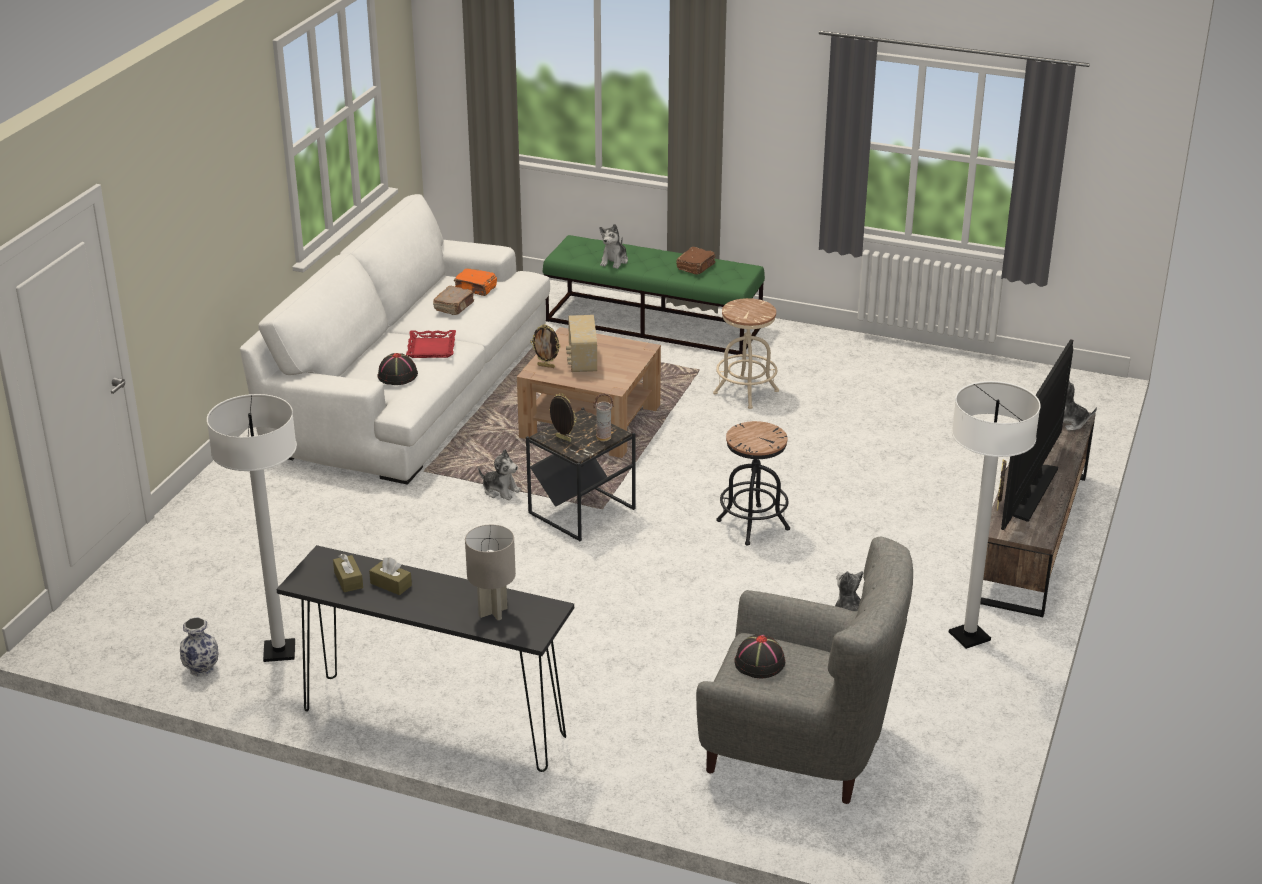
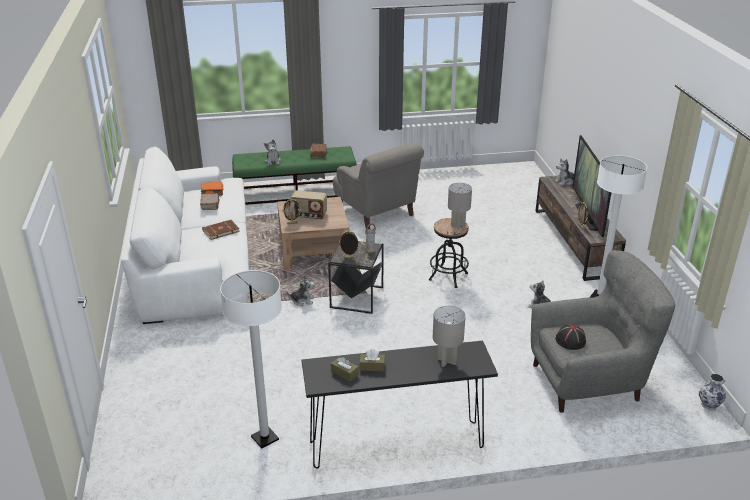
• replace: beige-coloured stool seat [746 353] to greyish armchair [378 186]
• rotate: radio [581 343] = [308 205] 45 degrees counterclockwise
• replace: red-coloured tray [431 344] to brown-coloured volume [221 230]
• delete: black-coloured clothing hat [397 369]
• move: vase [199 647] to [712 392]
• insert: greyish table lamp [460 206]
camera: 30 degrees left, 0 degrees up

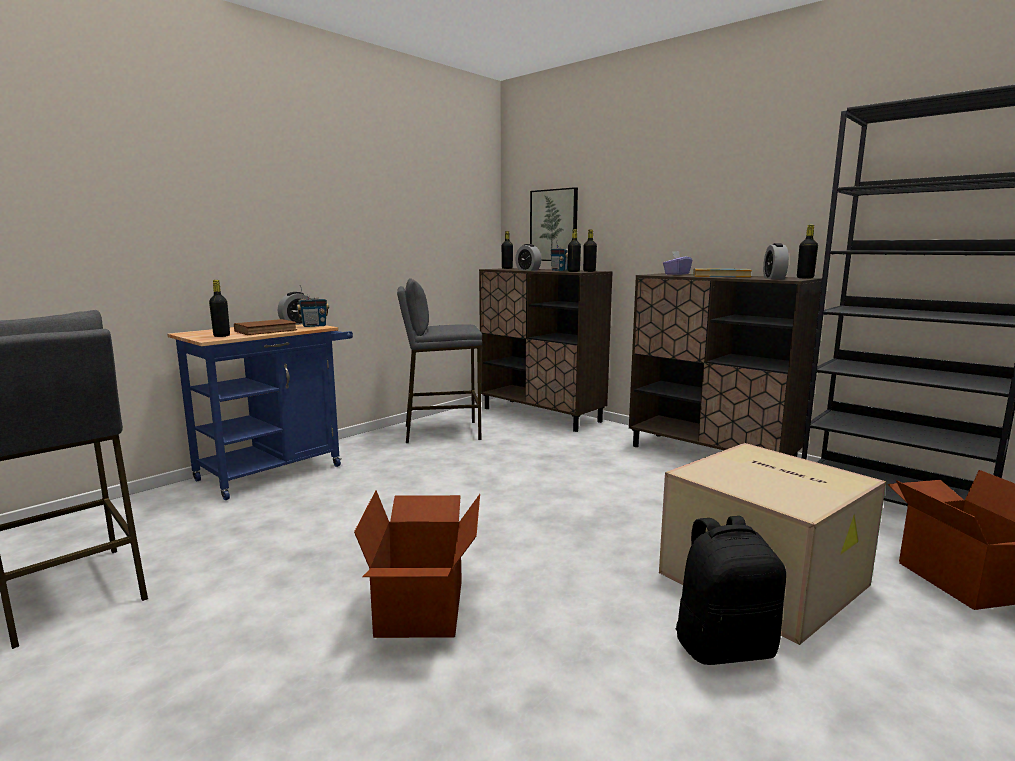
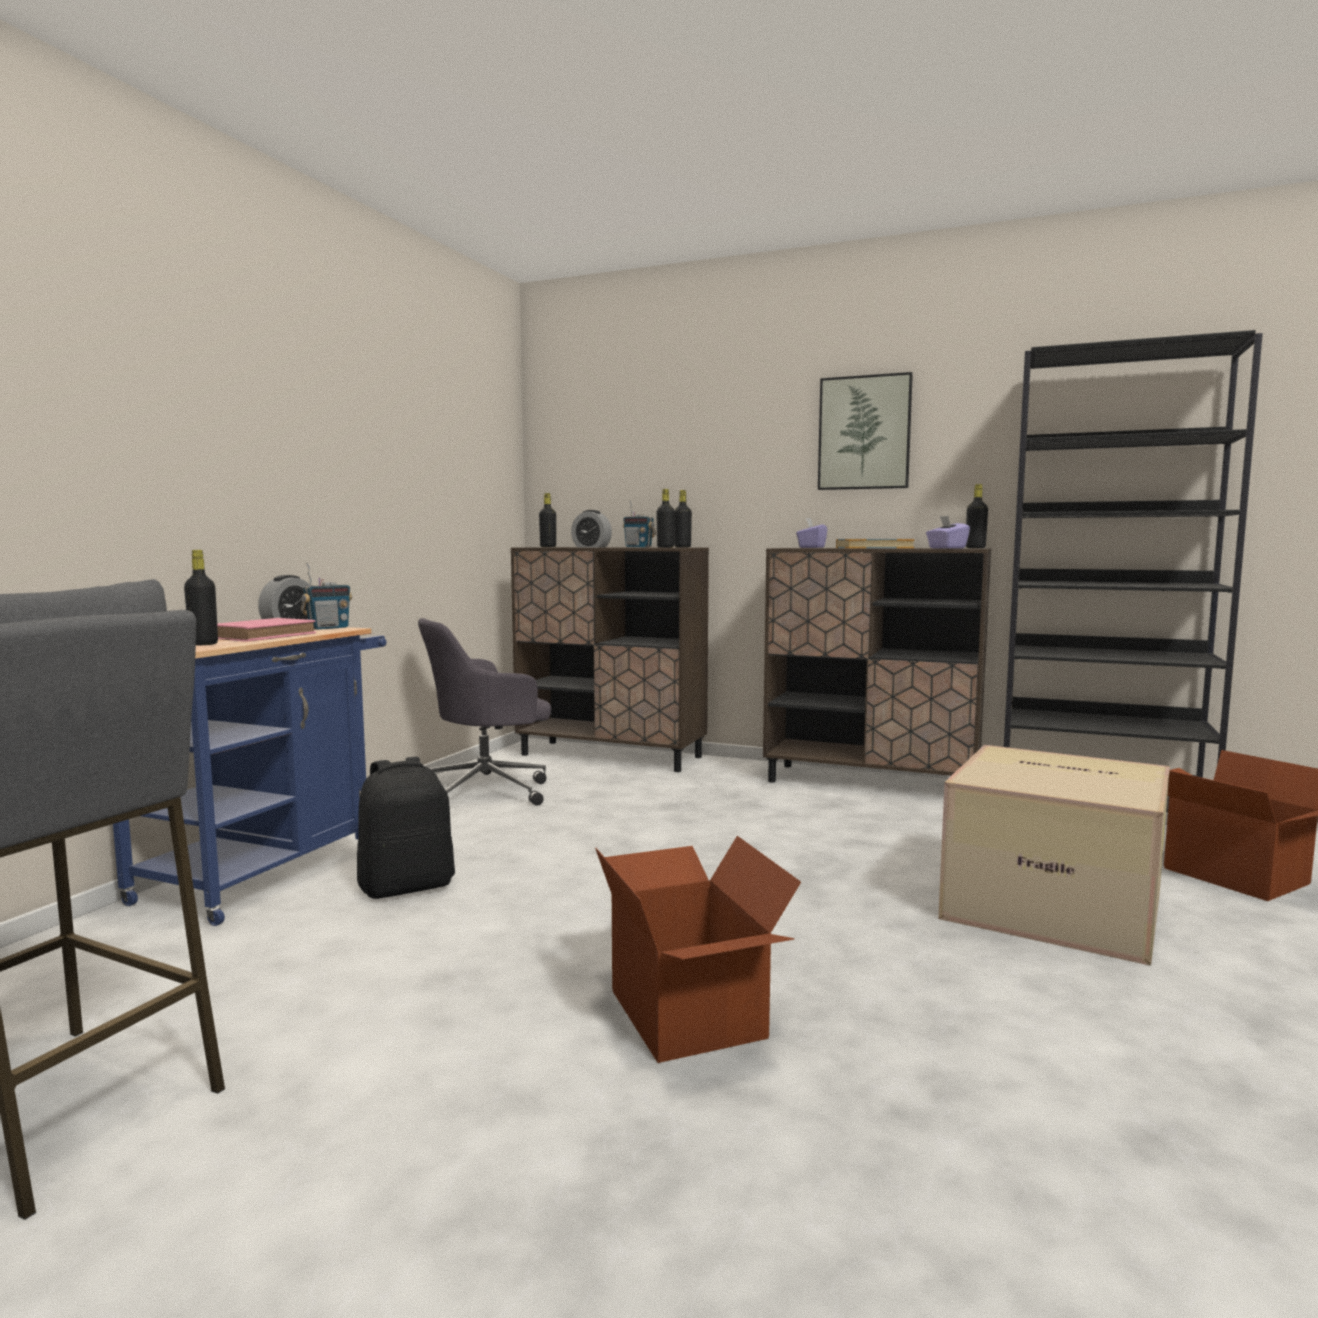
• move: wall picture [554 224] to [865 431]
• replace: table clock [776 261] to purple-coloured box of tissues [948 532]
• replace: greyish stool seat [439 360] to greyish desk chair [484 712]
• recolor: brown-coloured volume [265 327] to pink volume [266 630]
• move: black-coloured knapsack [731 590] to [406 828]
camera: 20 degrees left, 5 degrees down

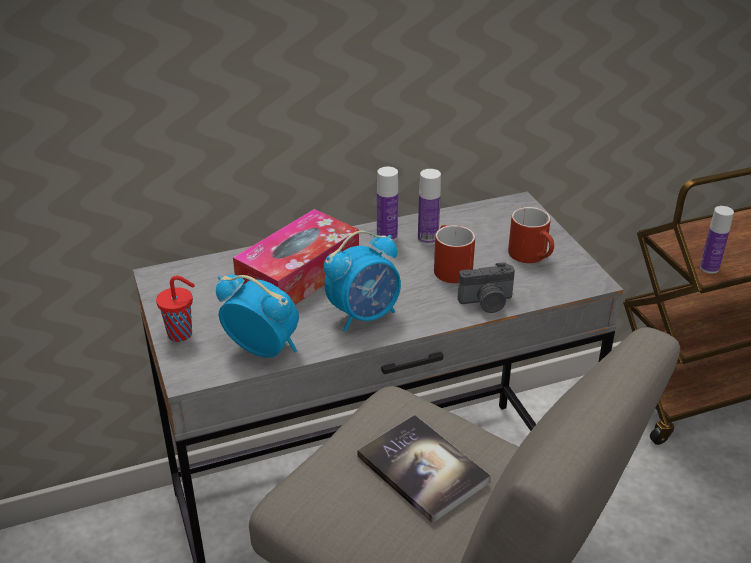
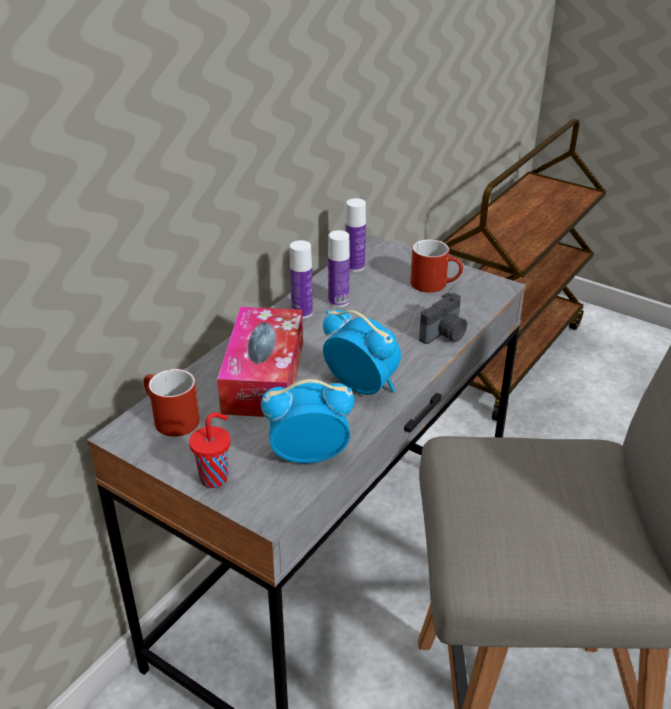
• move: beverage bottle [717 240] to [356 235]
• move: red-coloured tea mug [454 254] to [171 403]
• rotate: table clock [362 281] = [362 352] 75 degrees counterclockwise
• delete: volume [424 469]
camera: 35 degrees left, 0 degrees up

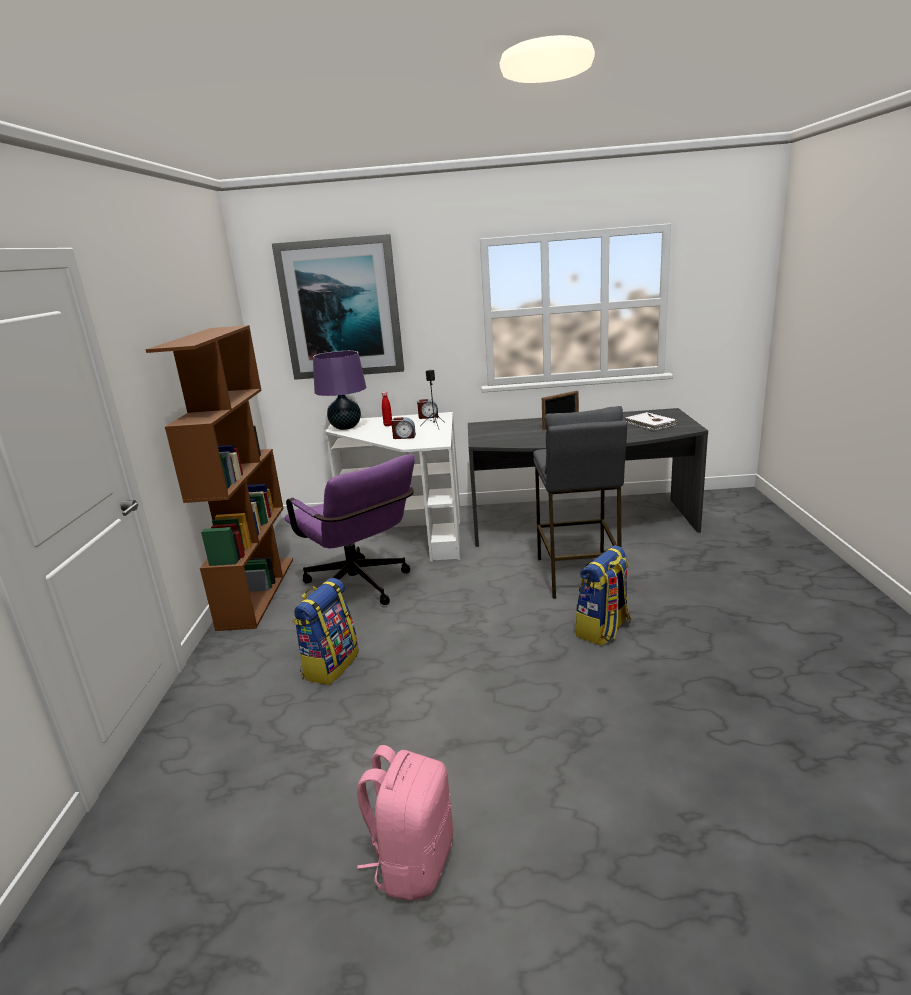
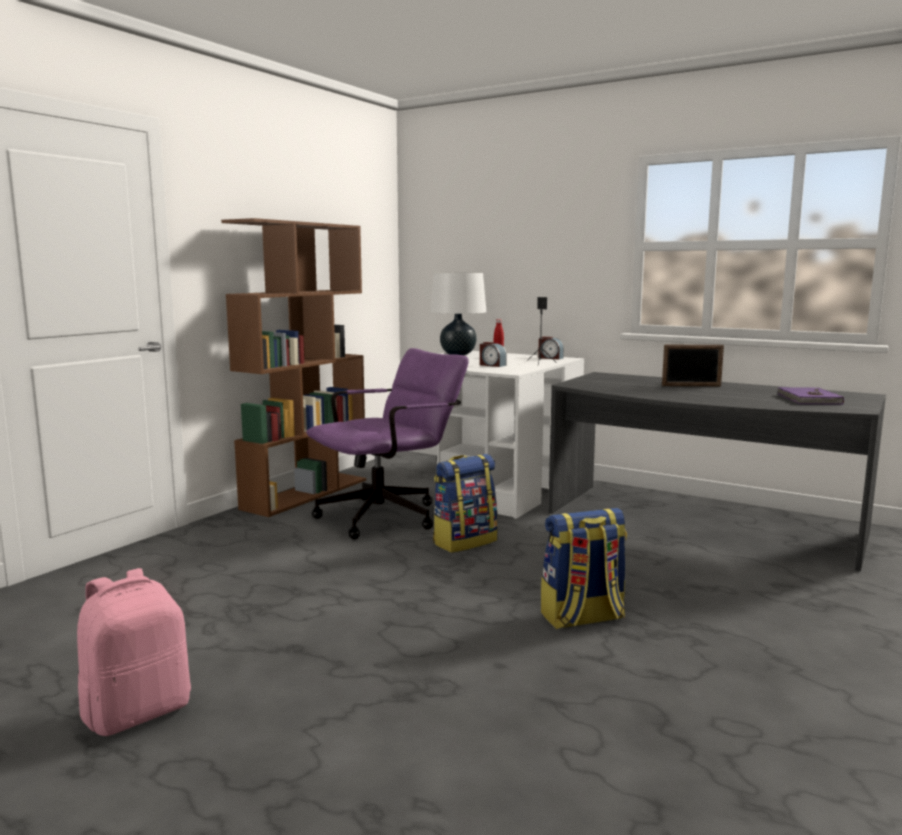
• delete: wall picture [338 307]
• recolor: purple-coloured table lamp [339 390] to white-coloured table lamp [458 314]
• delete: greyish stool seat [580 502]
• recolor: white-coloured volume [651 421] to purple-coloured volume [811 396]
• rotate: purple-coloured desk chair [349 529] = [387 443] 120 degrees counterclockwise
• move: knapsack [326 631] to [465 503]
camera: 30 degrees right, 10 degrees down

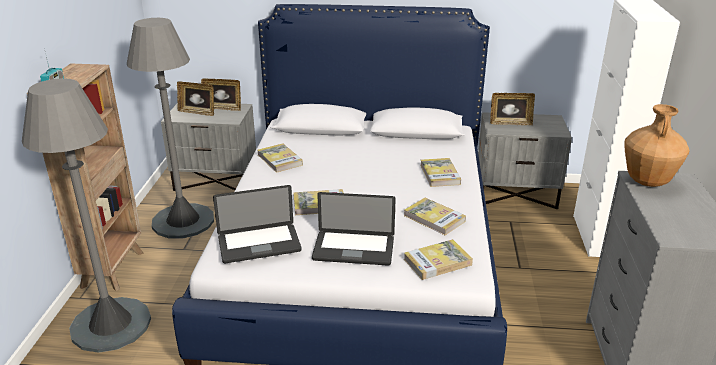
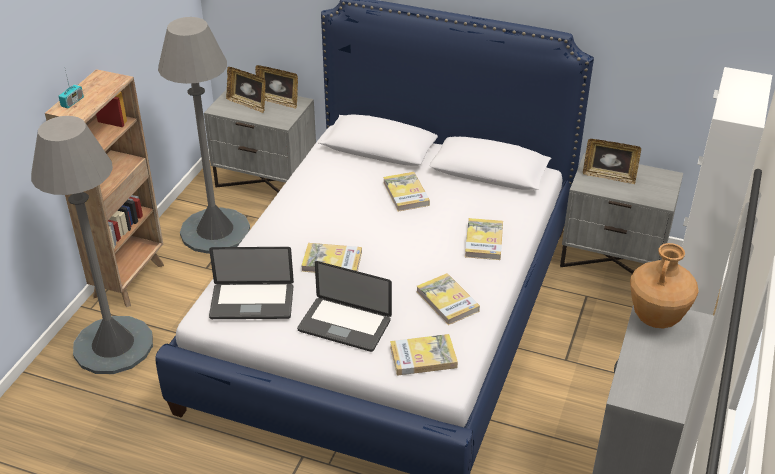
• move: volume [280 158] to [406 192]
camera: 15 degrees right, 10 degrees up

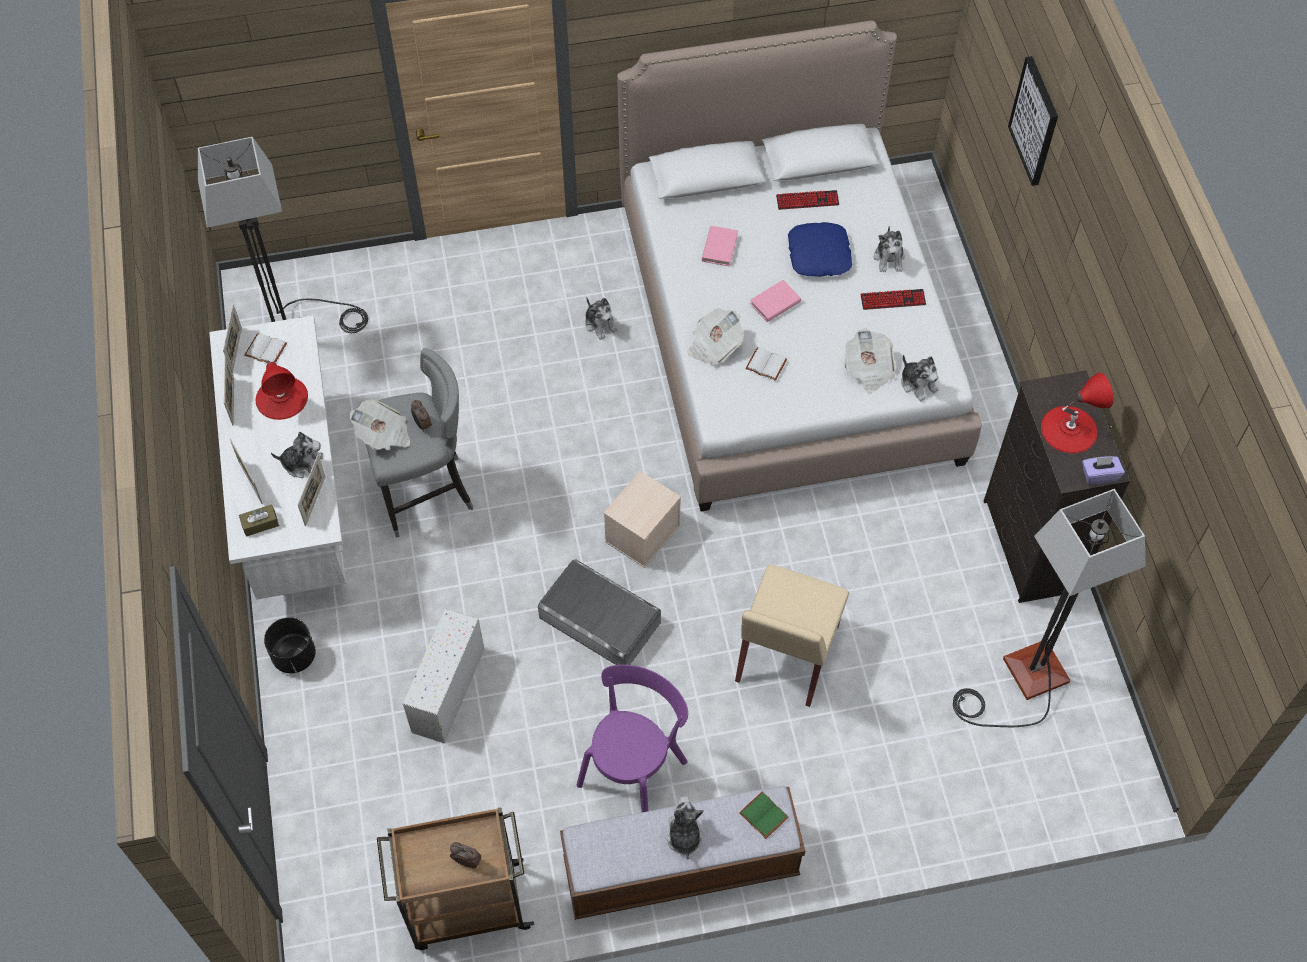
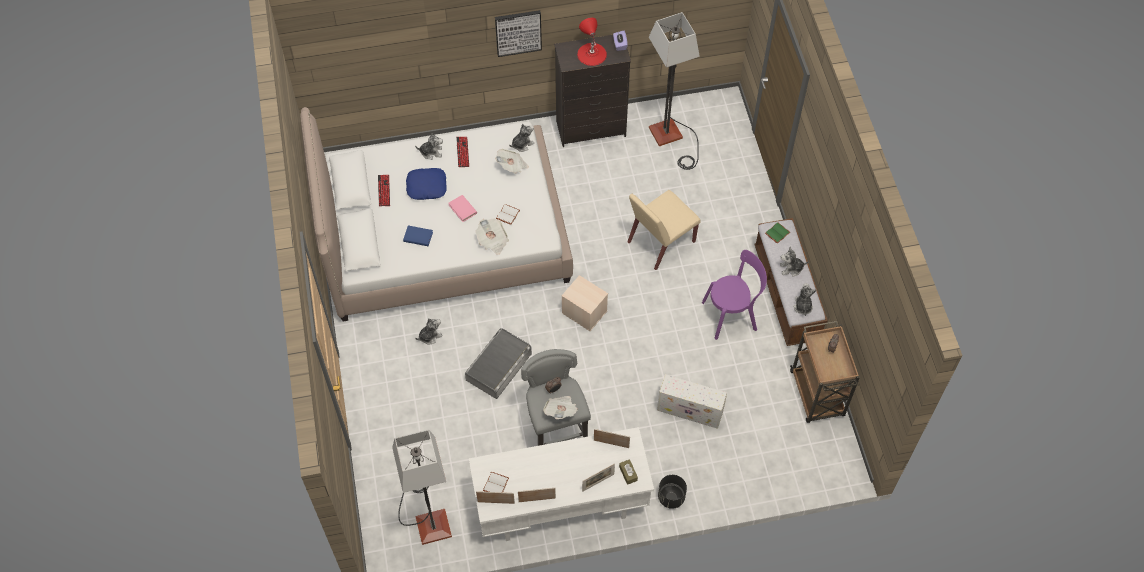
• move: wall picture [1033 121] to [518 33]
• recolor: pink volume [720 246] to bluish volume [418 235]
• delete: red-coloured table lamp [282 391]
• move: plush toy [297 455] to [805 299]
• move: greyish storage box [599 612] to [498 363]
• rotate: beige-coloured plain chair [792 636] = [664 230] 120 degrees clockwise
• rotate: purple-coloured plain chair [632 738] = [734 295] 135 degrees clockwise
camera: 90 degrees left, 0 degrees up

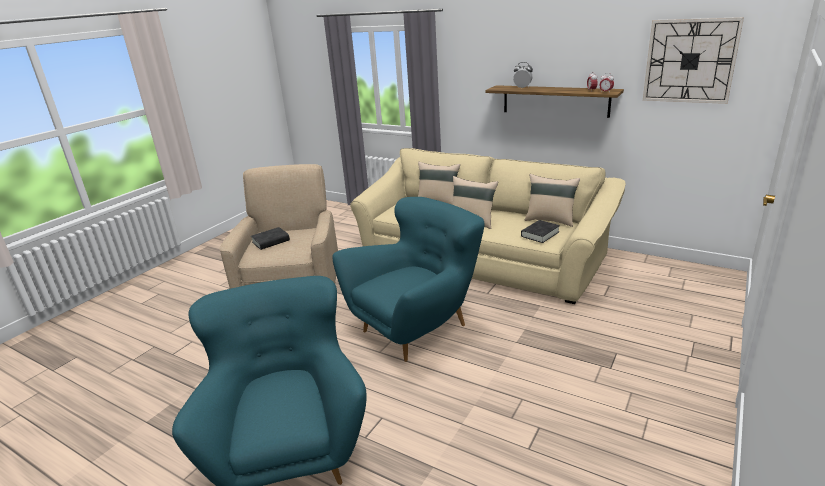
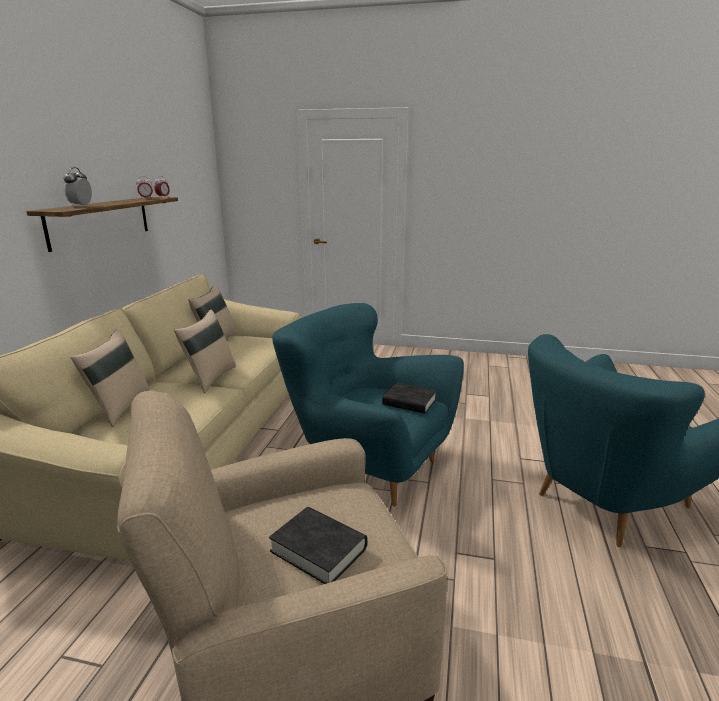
• delete: clock on the wall [693 60]
• move: black-coloured volume [540 231] to [409 398]
camera: 110 degrees left, 5 degrees down

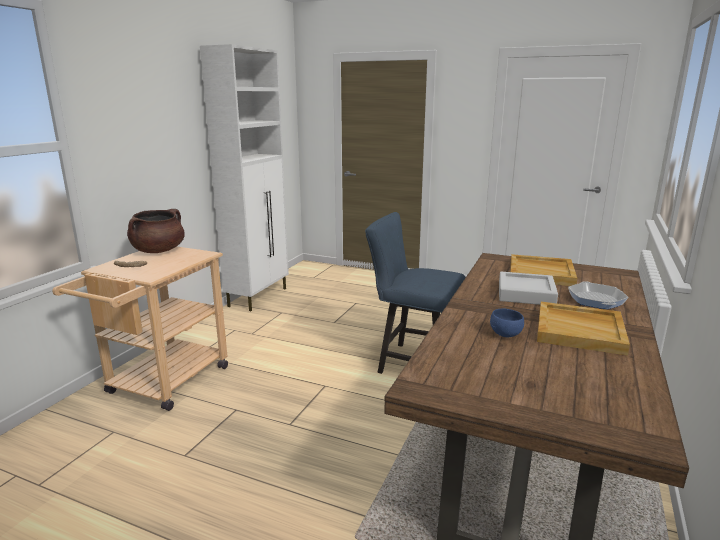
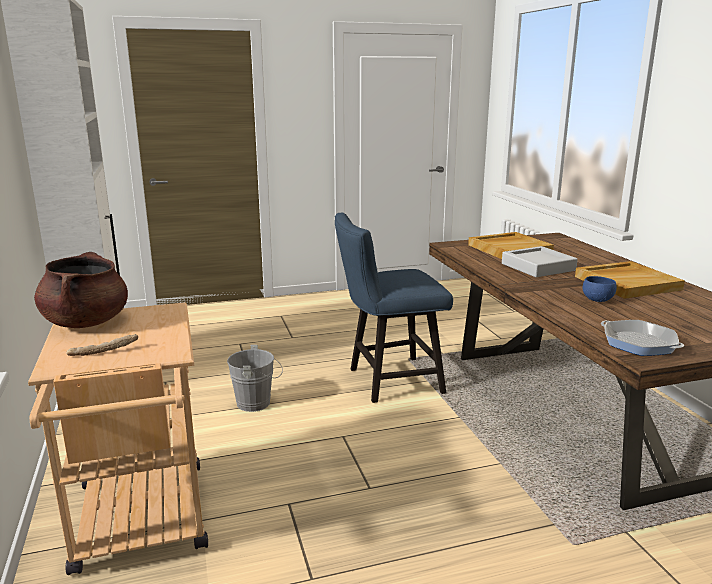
• move: pan [598 295] to [642 338]
• insert: greyish water bucket [255 378]
camera: 40 degrees left, 0 degrees up

